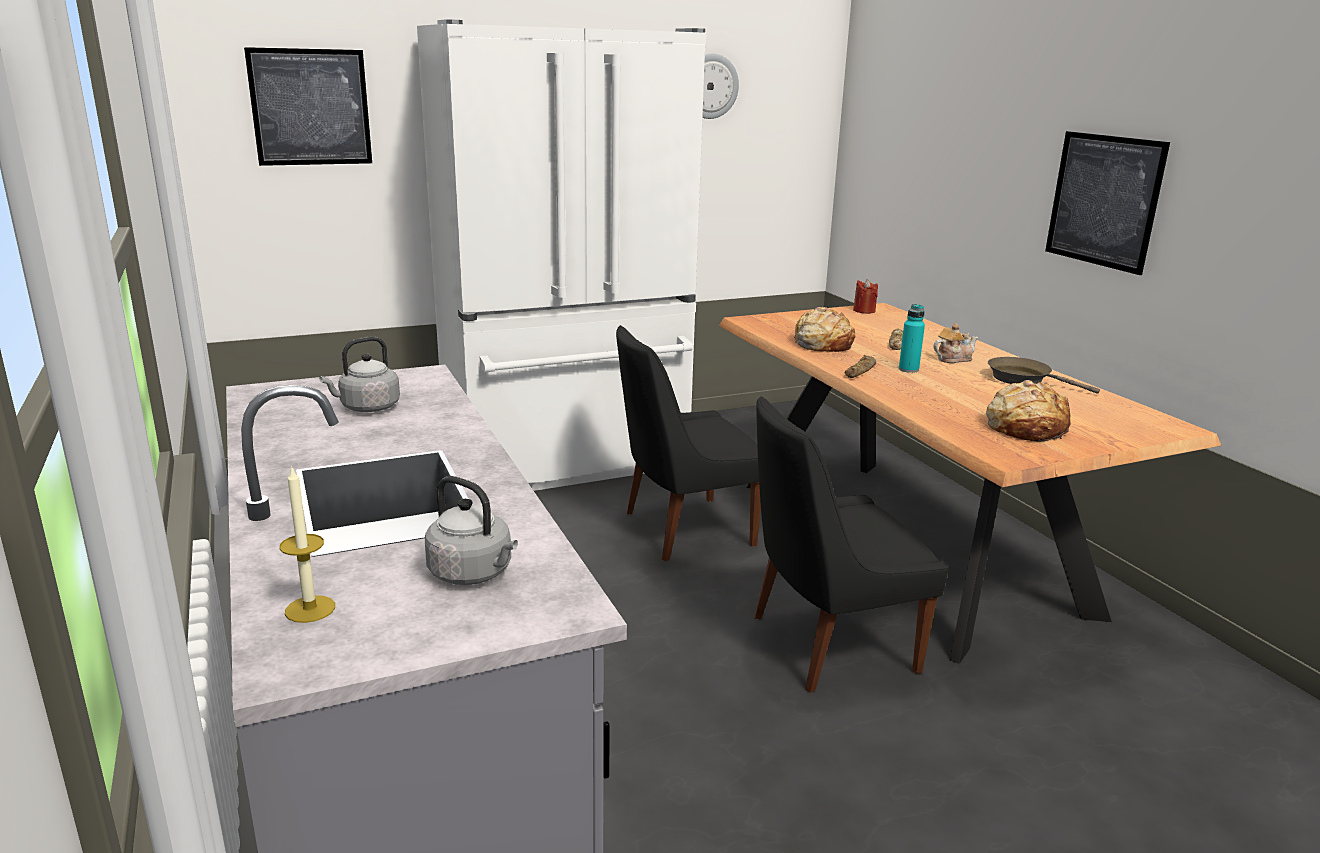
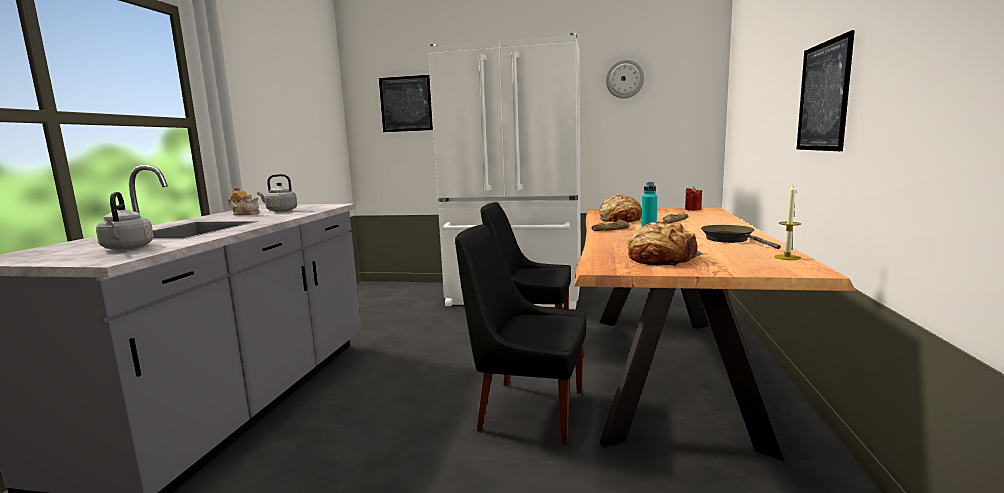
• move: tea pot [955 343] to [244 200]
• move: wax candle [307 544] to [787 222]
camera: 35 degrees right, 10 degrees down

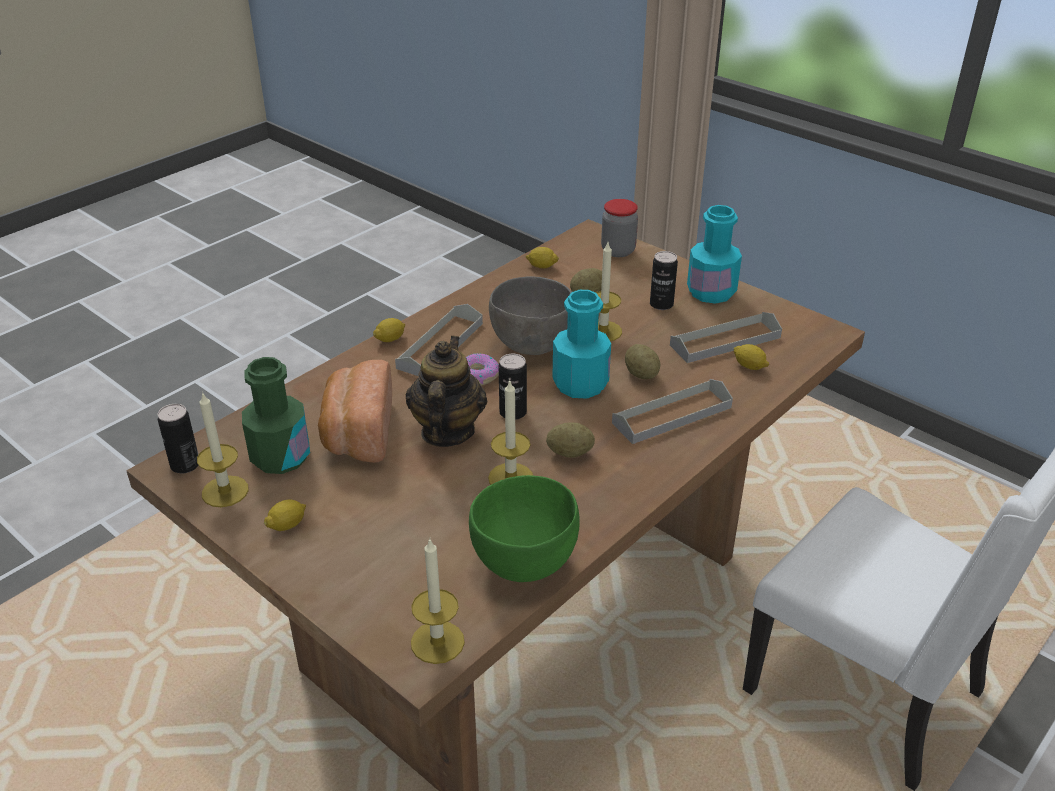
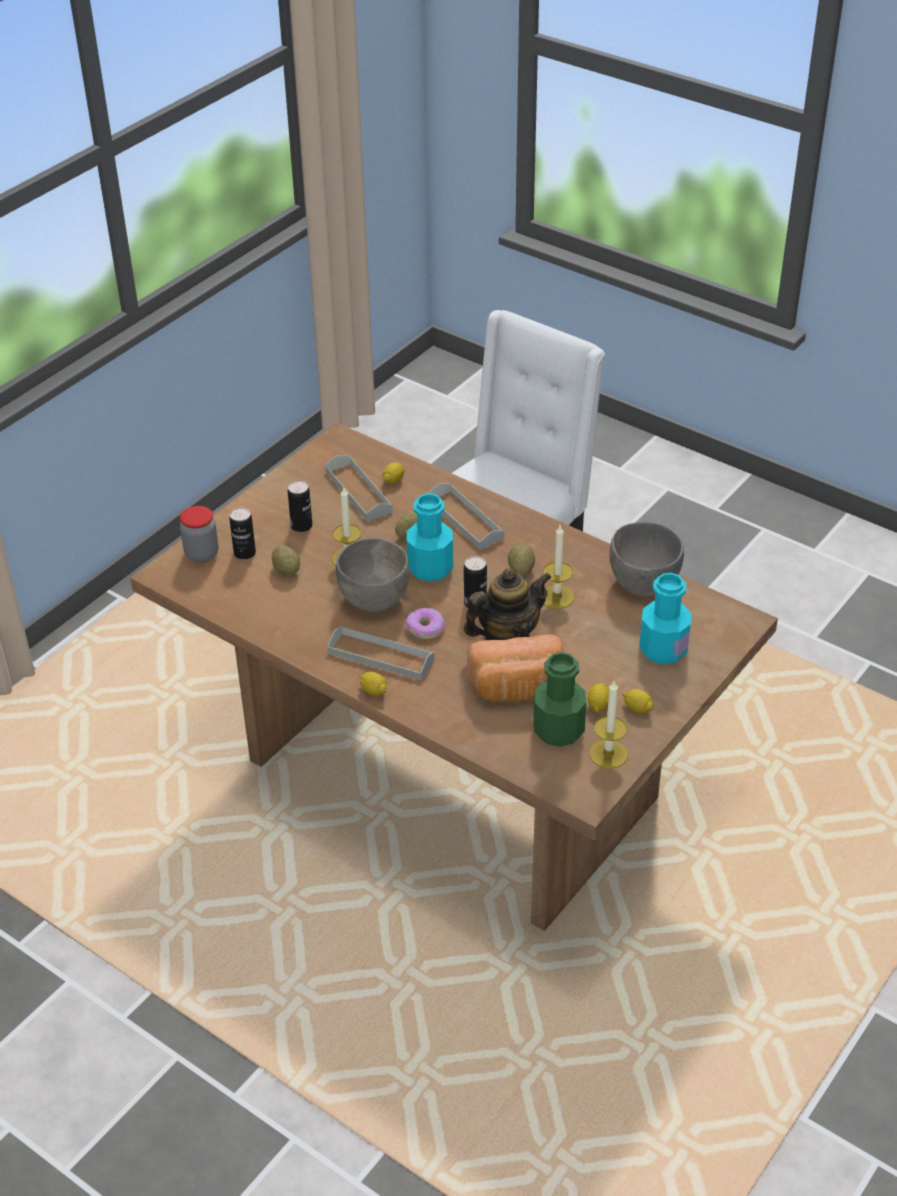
• move: turquoise beverage bottle [714 254] to [665 618]
• move: lemon [542 258] to [598 698]
• rotate: tea pot [446 391] = [508 604] 150 degrees clockwise
• move: can [178 438] to [242 534]
• recolor: greenish bowl [524 528] to greyish bowl [646 559]
• delete: wax candle [438 601]
camera: 95 degrees left, 5 degrees up

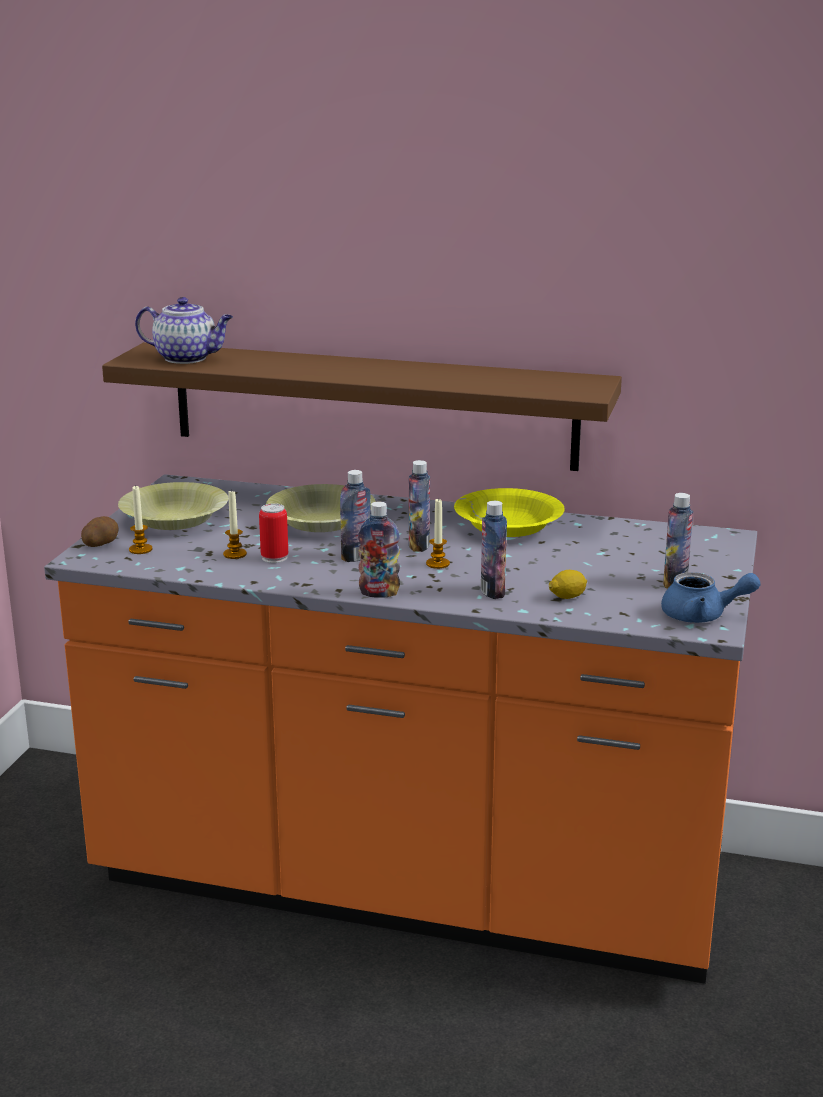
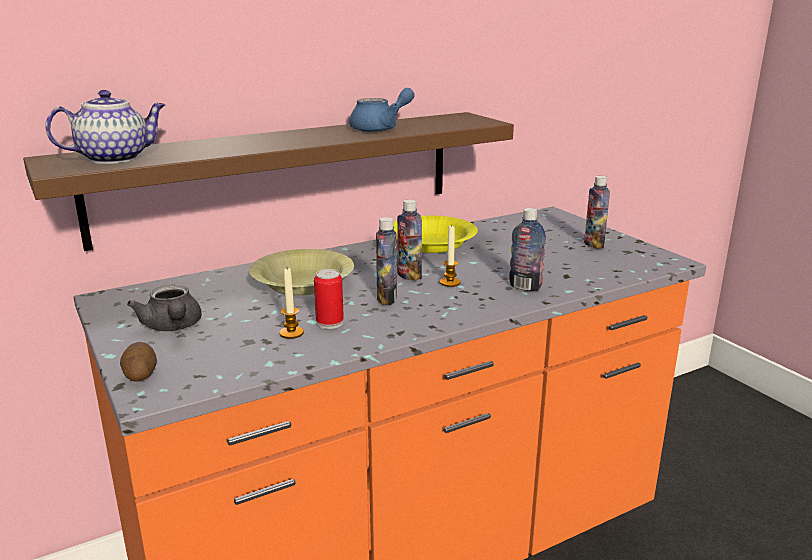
• replace: yellow bowl [173 506] to greyish tea pot [164 308]
• delete: wax candle [140 519]
• delete: beverage bottle [379 550]
• delete: lemon [568 584]
• move: bluish tea pot [710 597] to [382 110]
camera: 45 degrees left, 0 degrees up

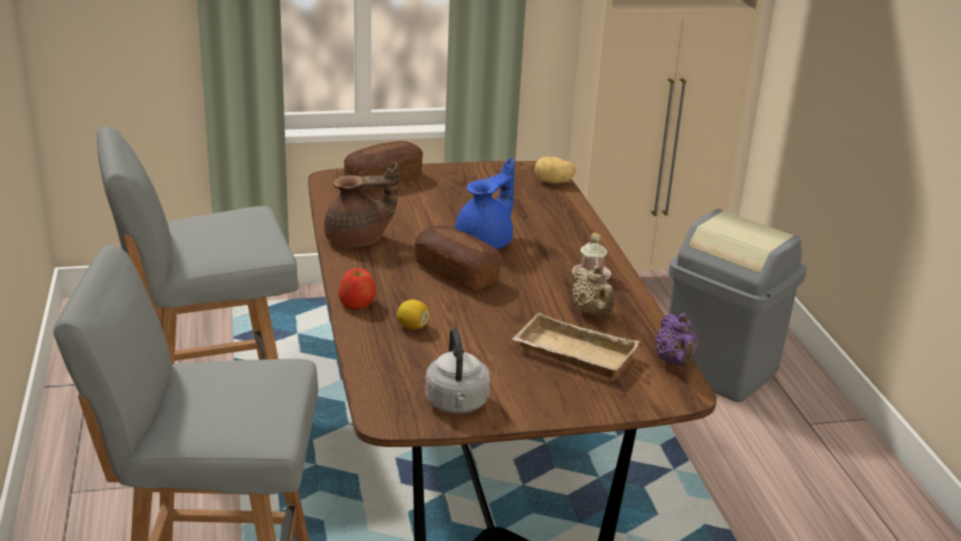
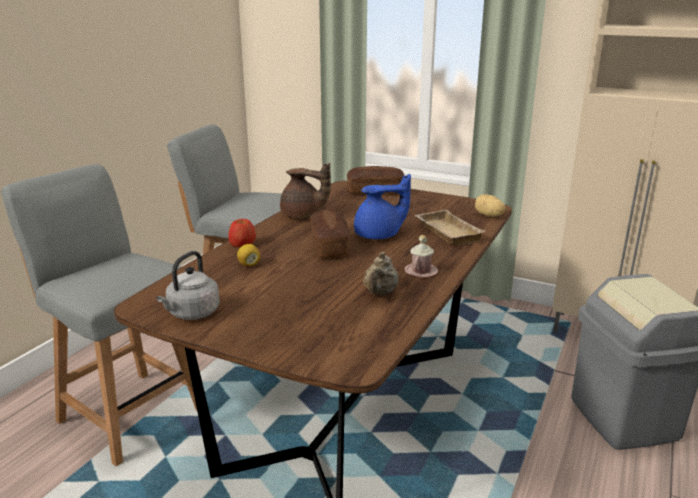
• move: beige-coloured tray [576 345] to [450 227]
• delete: purple-coloured tea pot [677 340]
camera: 40 degrees right, 5 degrees down

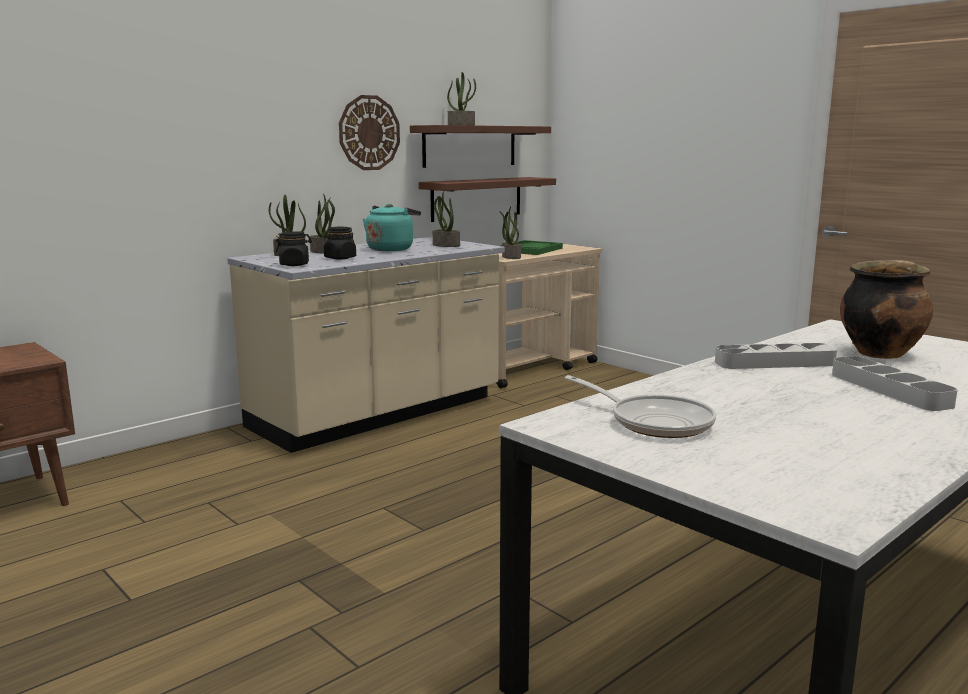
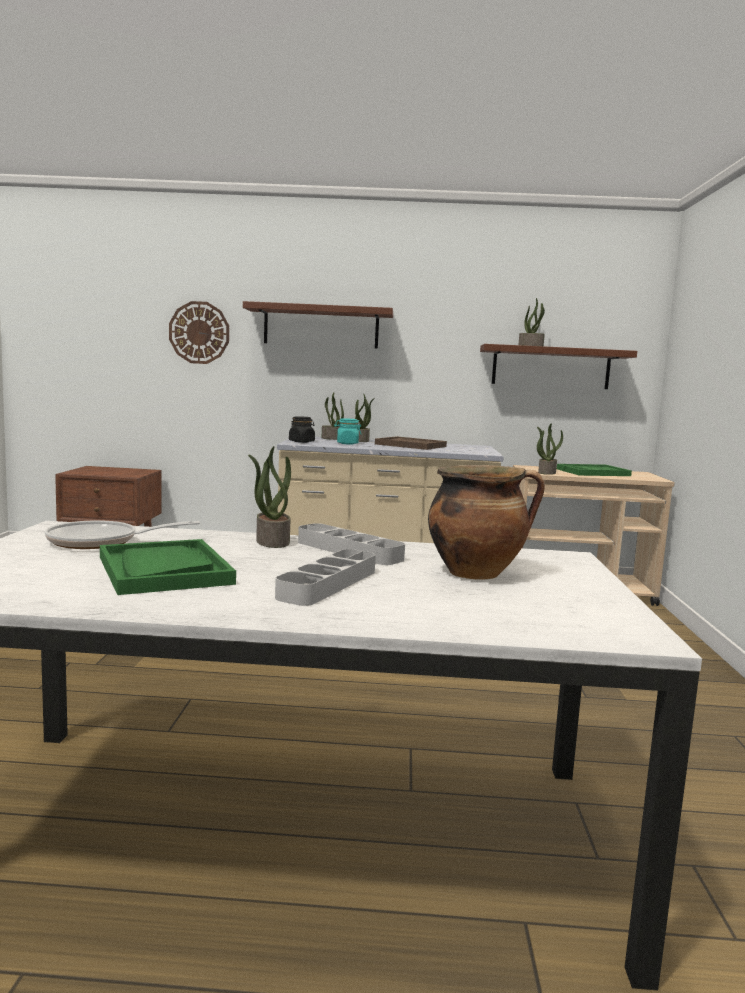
• move: clock on the wall [369 132] to [199 332]
• move: brown-coloured shelf [487 199] to [318 325]
• move: plant in a pot [446 219] to [269 497]
• replace: turquoise tea kettle [392 227] to brown-coloured tray [411 443]
• recolor: black-coloured storage jar [340 243] to turquoise storage jar [348 431]
• rotate: pan [640 406] = [122 534] 75 degrees clockwise
• insert: greenish tray [168 567]
camera: 45 degrees right, 5 degrees down

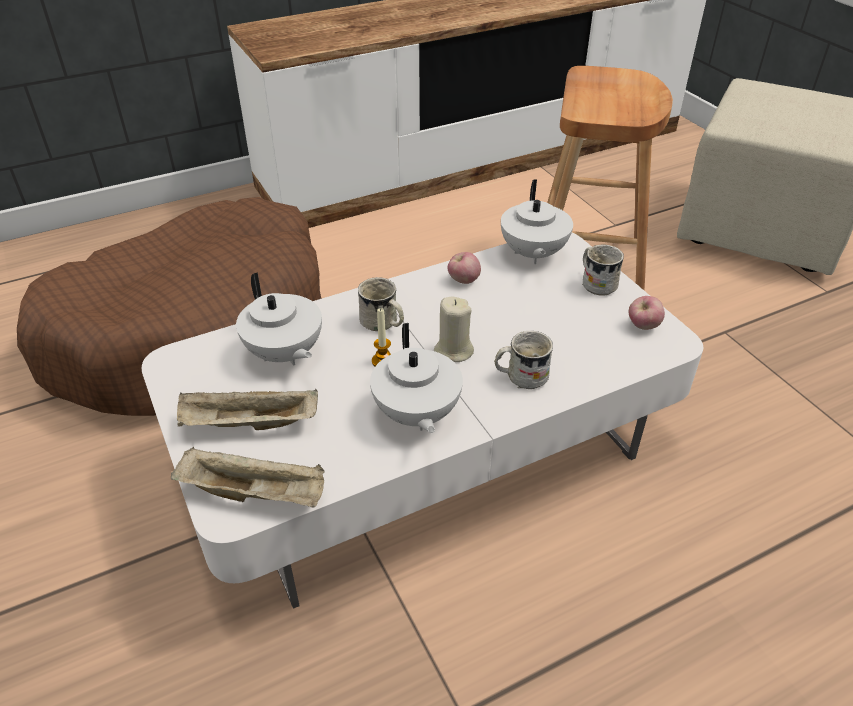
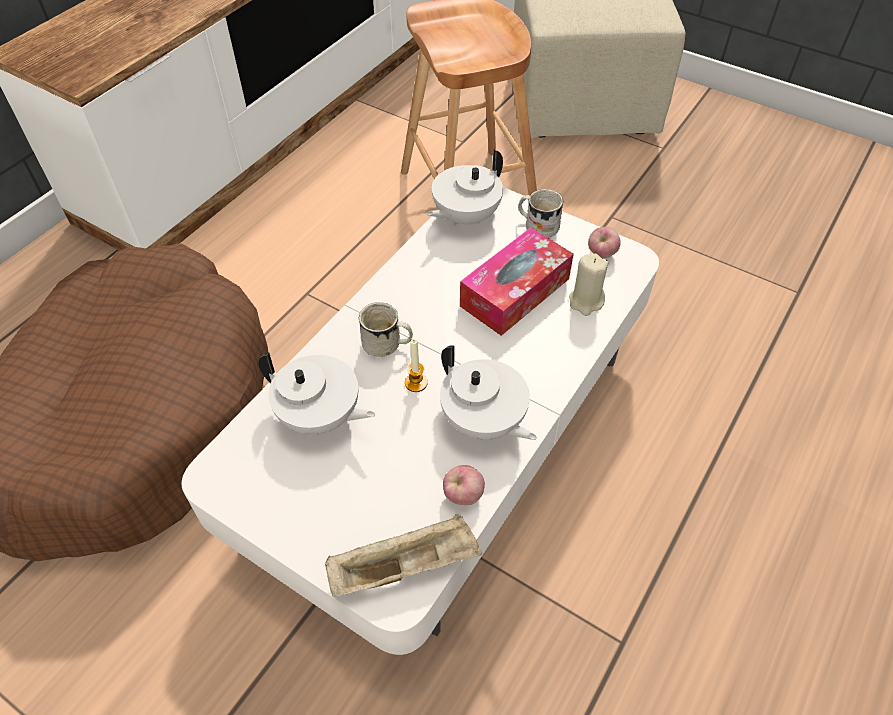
• rotate: white-coloured tea pot [537 222] = [465 187] 75 degrees clockwise
• move: whole apple [464 268] to [464 485]
• move: beige-coloured wax candle [454 329] to [588 285]
• delete: white-coloured tea mug [523 360]
• delete: beige-coloured tray [247 409]
• insert: box of tissues [517 282]
camera: 30 degrees left, 10 degrees up

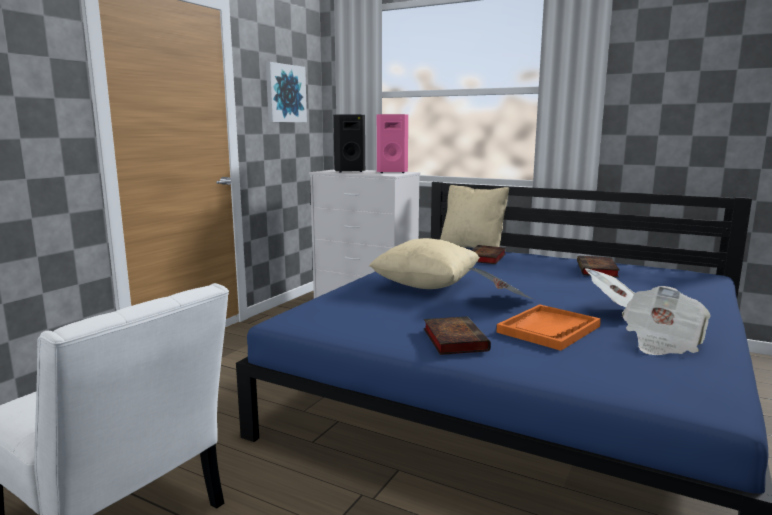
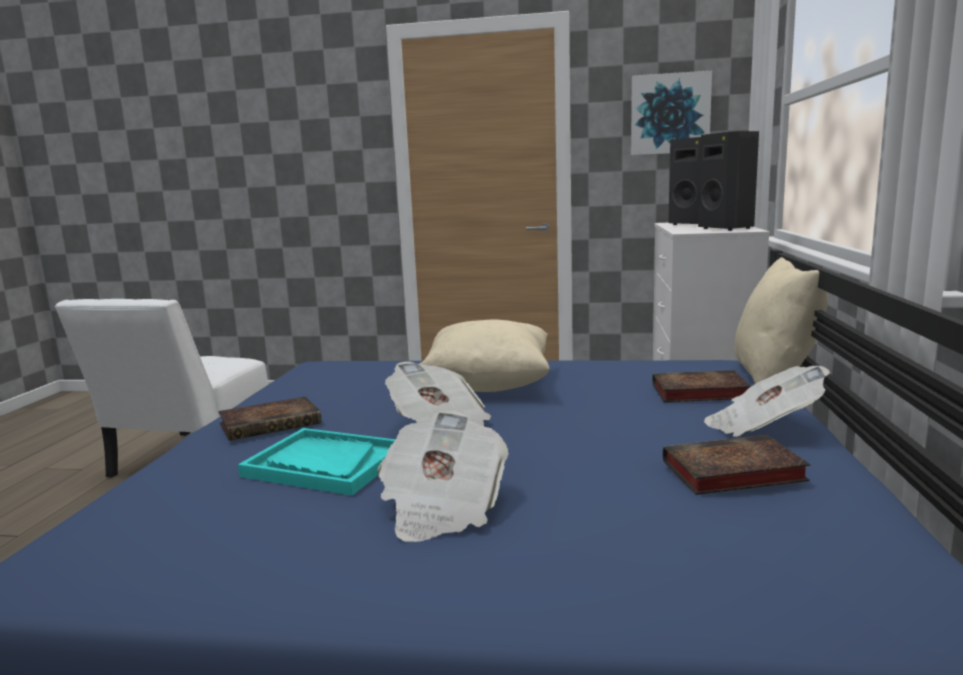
• recolor: pink speaker [392 143] to black-coloured speaker [728 181]
• move: printed paper [666 320] to [767 401]
• recolor: orangey tray [549 327] to turquoise tray [317 462]
camera: 70 degrees right, 0 degrees up

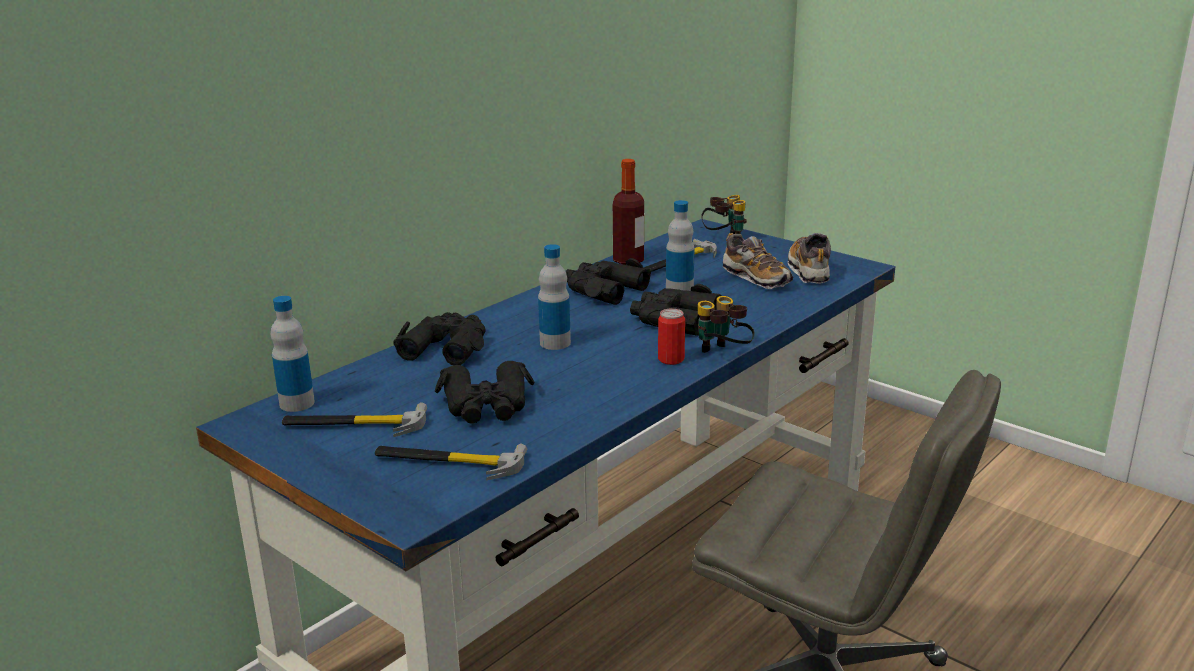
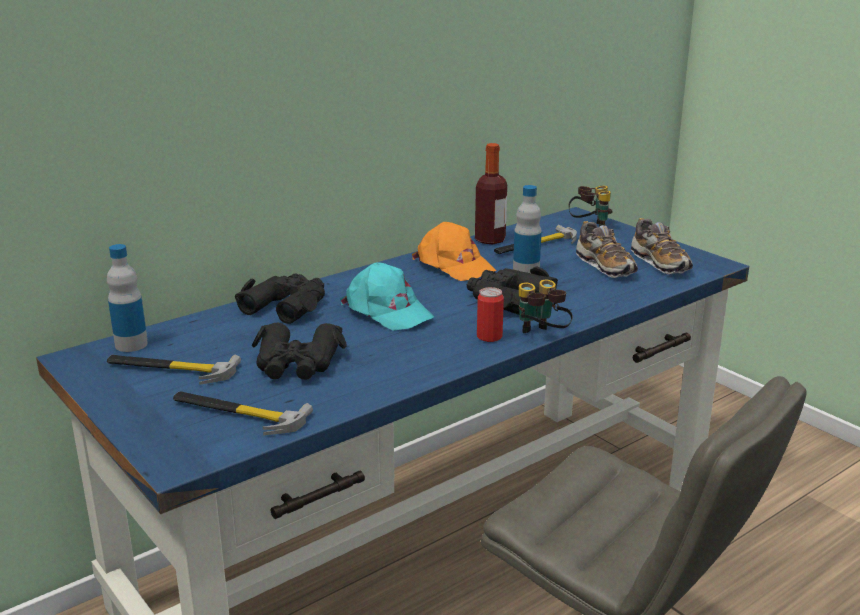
• rotate: item of footwear [809 258] = [662 246] 150 degrees clockwise
• replace: beverage bottle [554 297] to turquoise baseball cap [387 296]
• replace: black-coloured pair of binoculars [608 281] to orangey baseball cap [454 251]
camera: 10 degrees right, 0 degrees up

